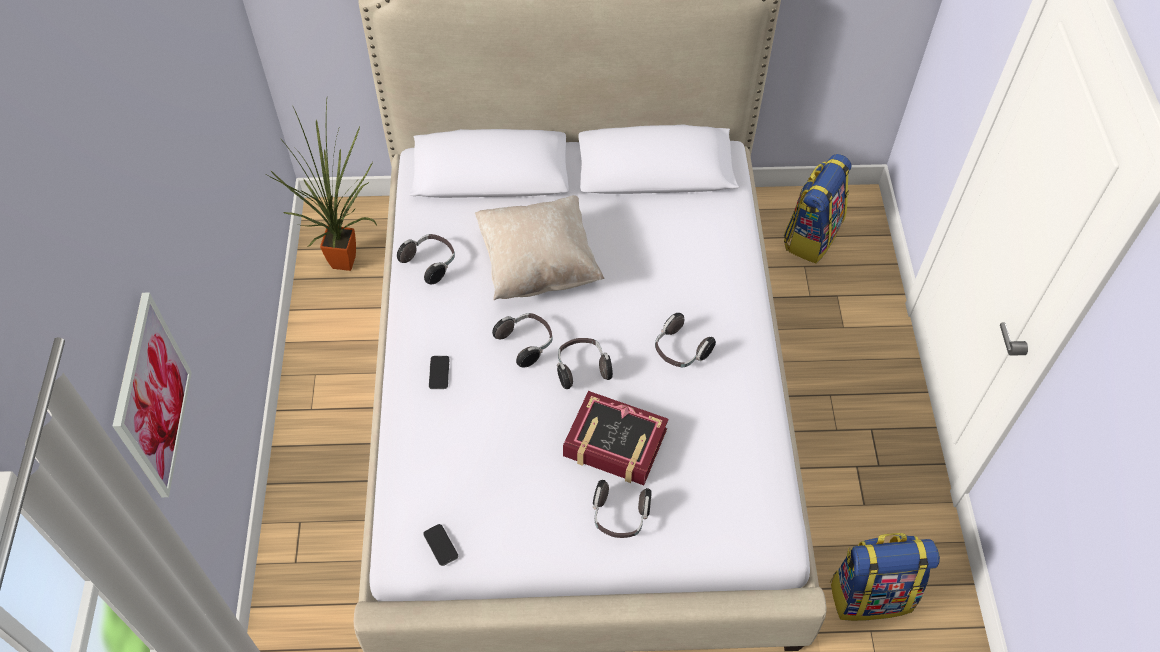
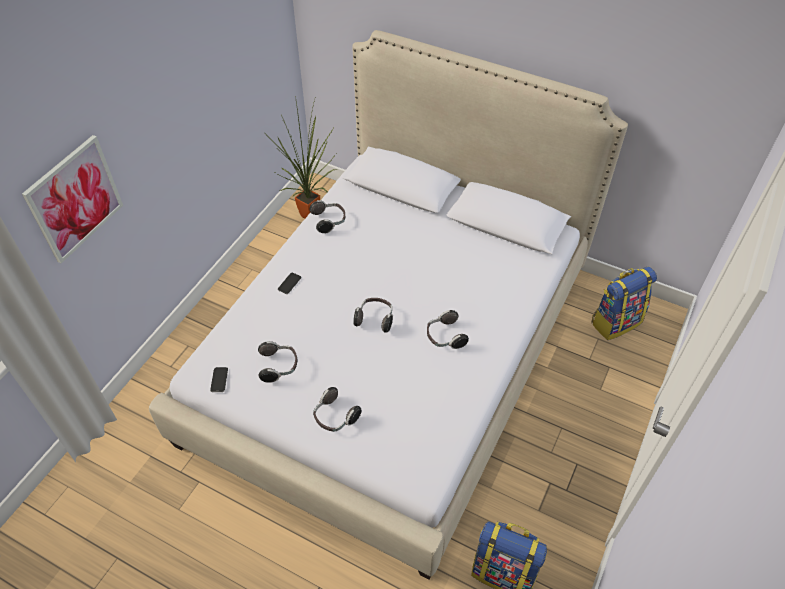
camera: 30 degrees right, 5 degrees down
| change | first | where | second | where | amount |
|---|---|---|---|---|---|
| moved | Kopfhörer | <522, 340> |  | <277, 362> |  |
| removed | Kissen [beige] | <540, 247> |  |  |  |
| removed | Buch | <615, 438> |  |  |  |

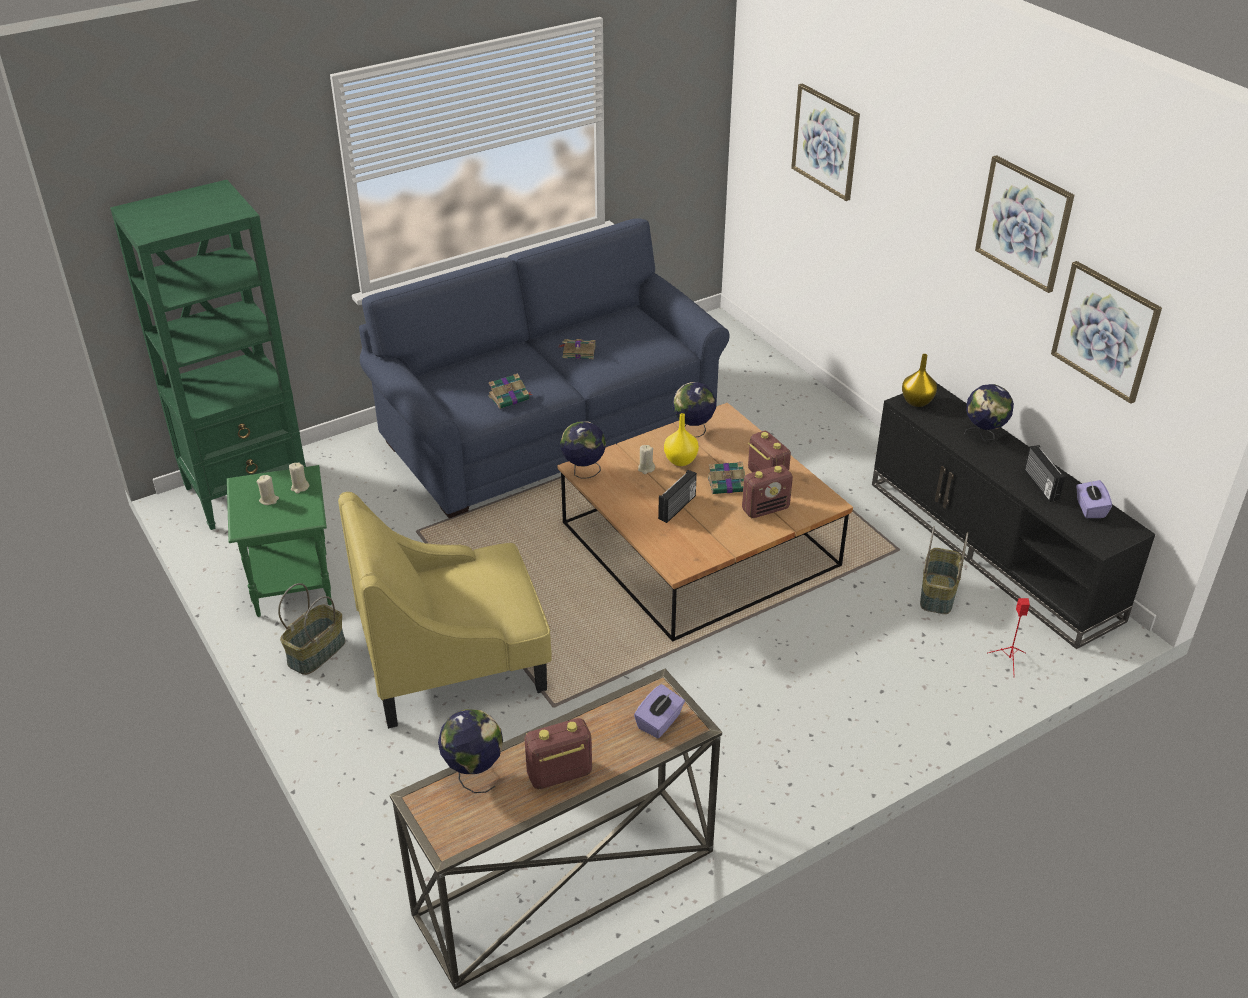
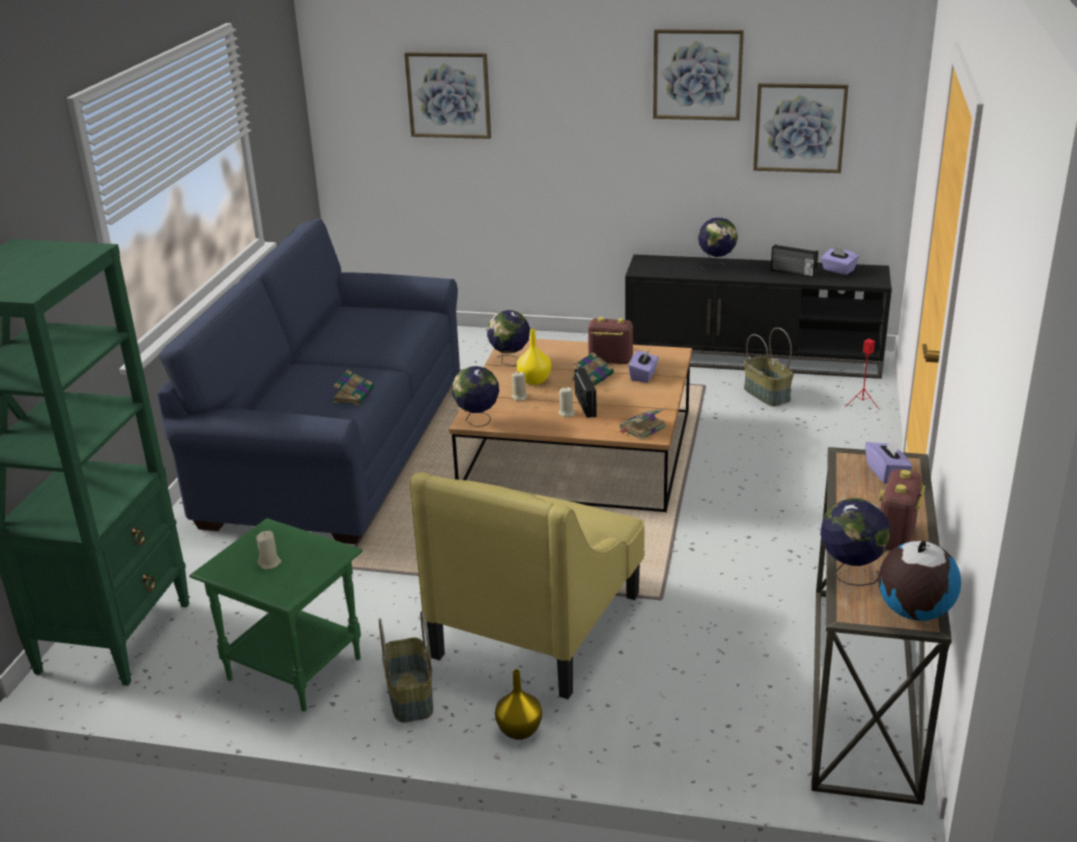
camera: 45 degrees left, 10 degrees down
| change | first | where | second | where | amount |
|---|---|---|---|---|---|
| moved | Vase [gelb] | <919, 380> |  | <518, 704> |  |
| moved | Kerze [beige] | <299, 478> |  | <566, 402> |  |
| moved | Buch | <577, 349> |  | <643, 424> |  |
| replaced | Radio | <767, 491> | Taschentuchbox [lila] | <643, 366> |  |
| added |  |  | Globus | <919, 580> |  |

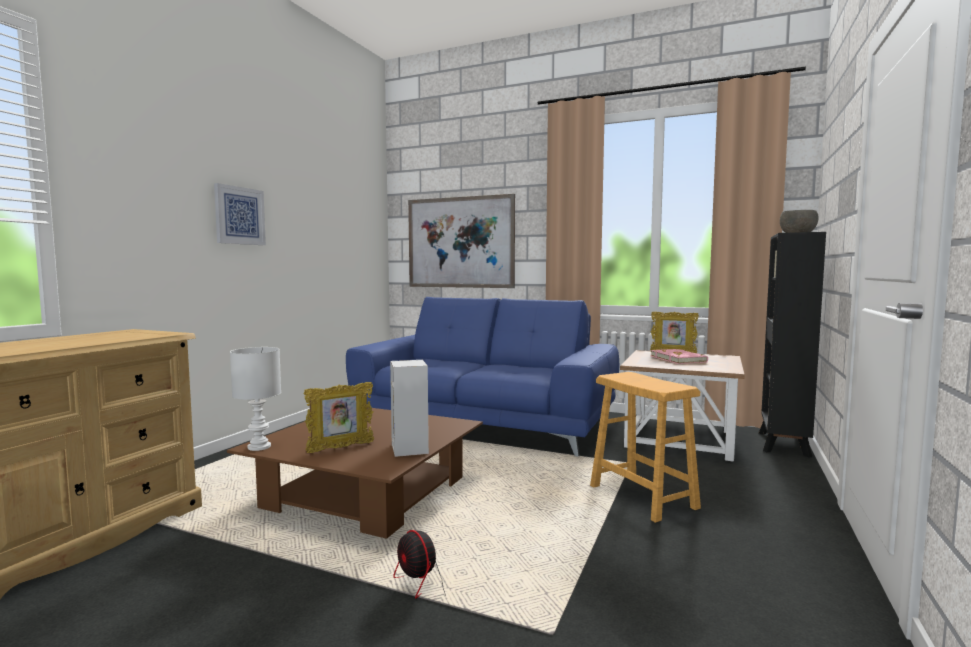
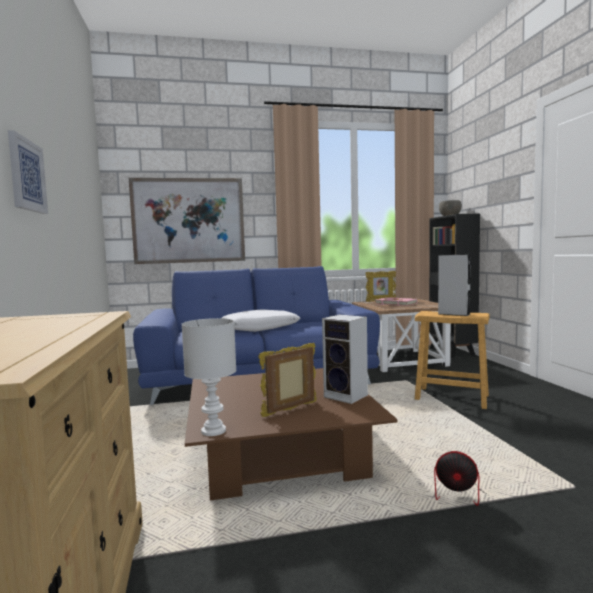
camera: 35 degrees left, 0 degrees up
| change | first | where | second | where | amount |
|---|---|---|---|---|---|
| added |  |  | Kissen [weiß] | <261, 320> |  |
| turned | Bilderrahmen | <339, 417> |  | <287, 380> | 150 degrees counterclockwise |
| added |  |  | Lautsprecher [grau] | <454, 285> |  |

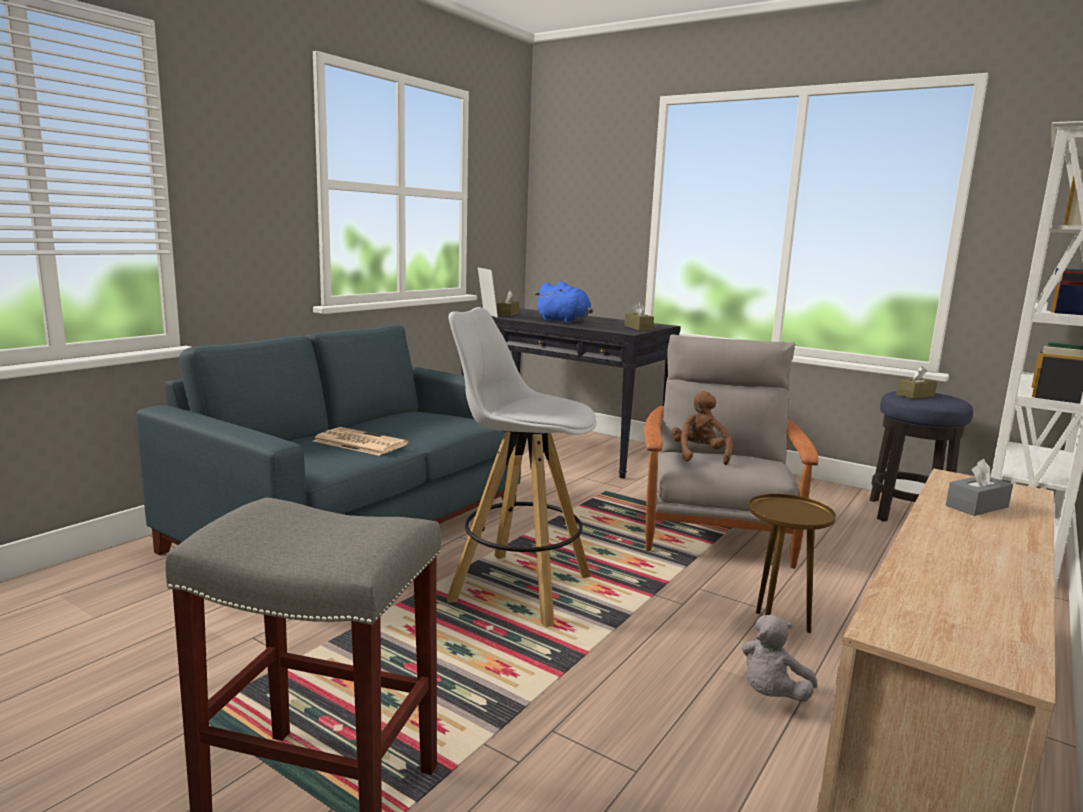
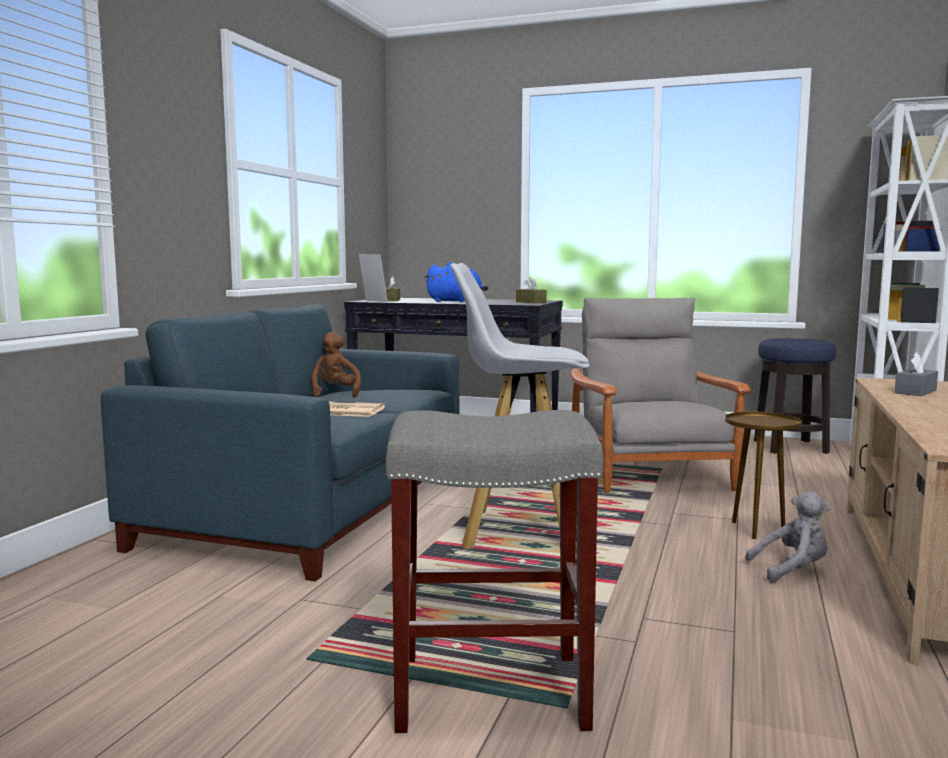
camera: 15 degrees left, 5 degrees down
| change | first | where | second | where | amount |
|---|---|---|---|---|---|
| moved | Plüschtier [braun] | <702, 428> |  | <336, 364> |  |
| turned | Plüschtier [grau] | <779, 658> |  | <788, 537> | 120 degrees counterclockwise |
| removed | Taschentuchbox [braun] | <916, 382> |  |  |  |

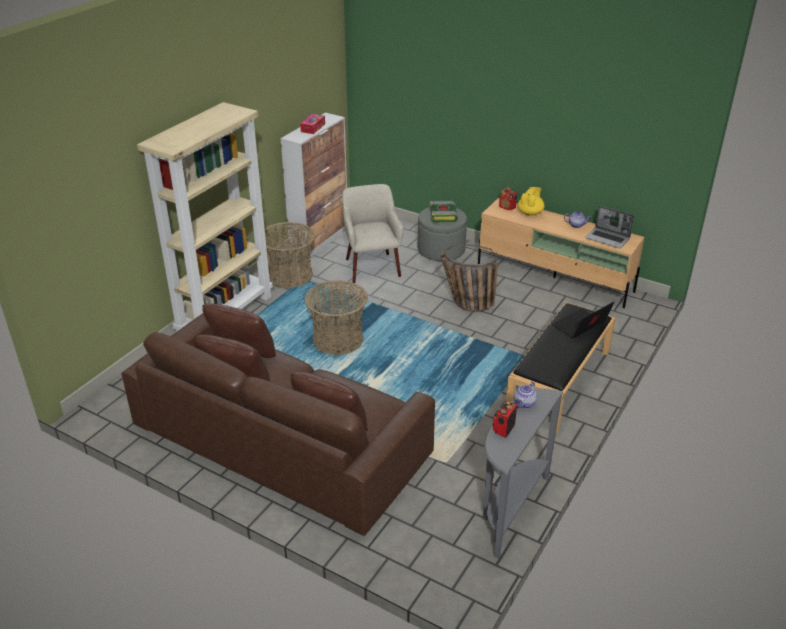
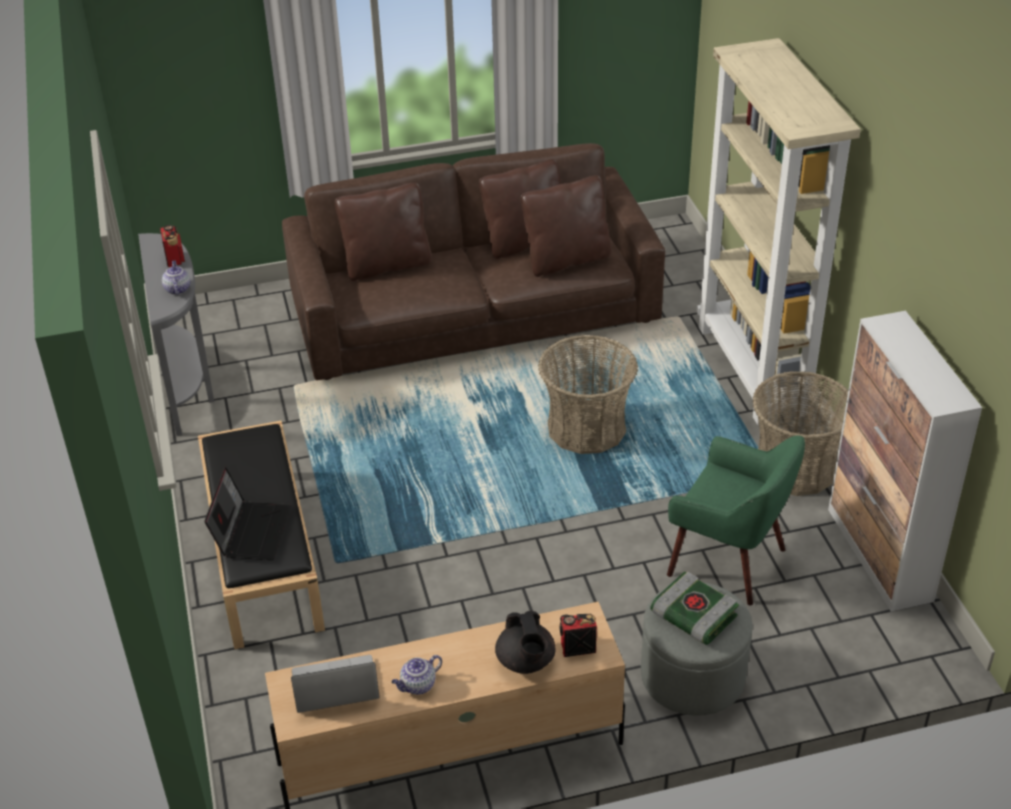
camera: 135 degrees right, 5 degrees up
| change | first | where | second | where | amount |
|---|---|---|---|---|---|
| recoloured | Teekanne [gelb] | <531, 201> | Teekanne [schwarz] | <525, 642> |  |
| recoloured | Sessel [beige] | <373, 233> | Sessel [grün] | <736, 520> |  |
| removed | Taschentuchbox | <312, 124> |  |  |  |
| removed | Korb | <469, 278> |  |  |  |

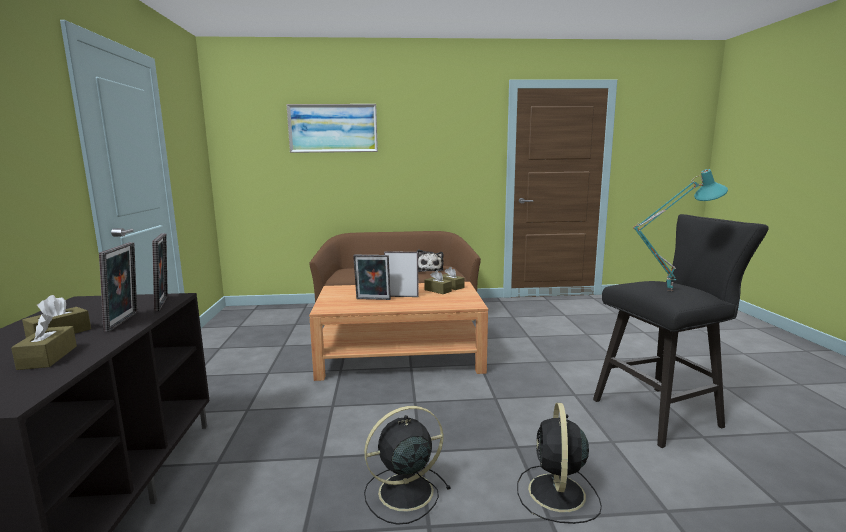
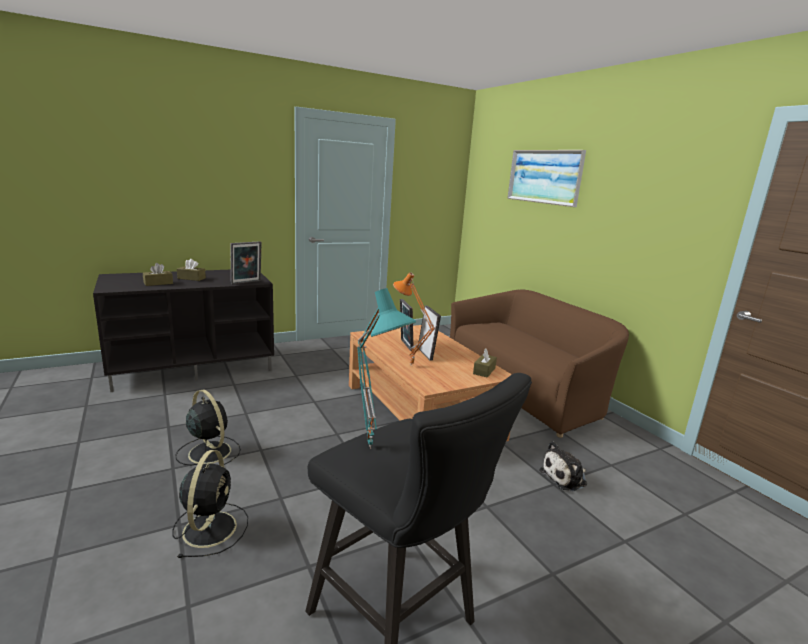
camera: 65 degrees right, 5 degrees up
| change | first | where | second | where | amount |
|---|---|---|---|---|---|
| turned | Ventilator [schwarz] | <559, 463> |  | <210, 504> | 105 degrees clockwise |
| added |  |  | Tischlampe [orange] | <414, 319> |  |
| moved | Plüschtier | <430, 260> |  | <563, 466> |  |
| removed | Bilderrahmen | <118, 287> |  |  |  |
| removed | Taschentuchbox [braun] | <438, 282> |  |  |  |

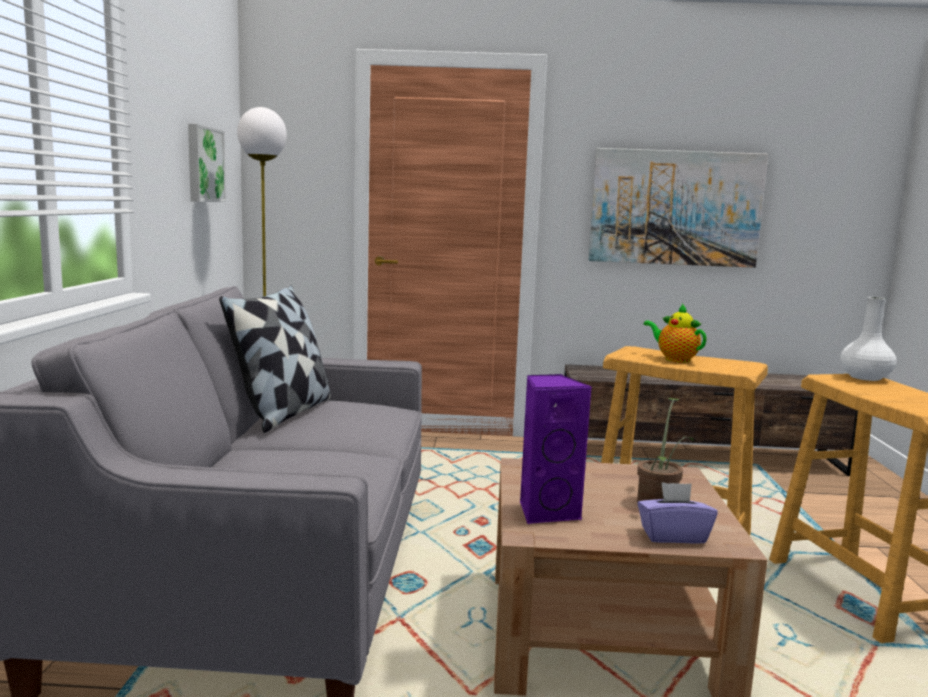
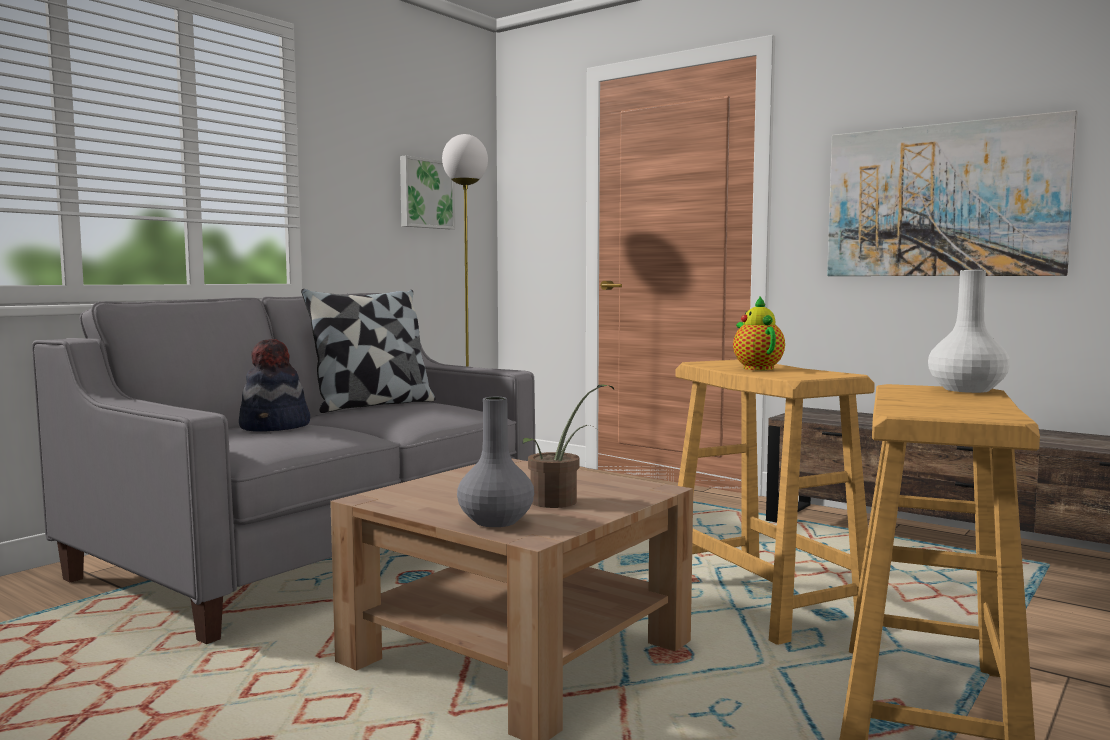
camera: 35 degrees right, 5 degrees down
| change | first | where | second | where | amount |
|---|---|---|---|---|---|
| added |  |  | Hut | <274, 385> |  |
| replaced | Taschentuchbox [lila] | <677, 513> | Vase [grau] | <495, 462> |  |
| removed | Lautsprecher [lila] | <555, 449> |  |  |  |

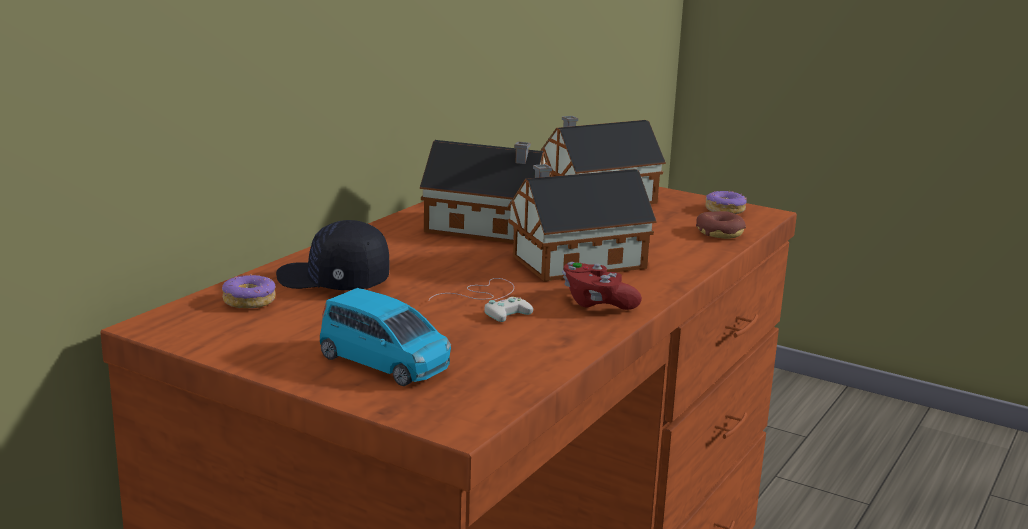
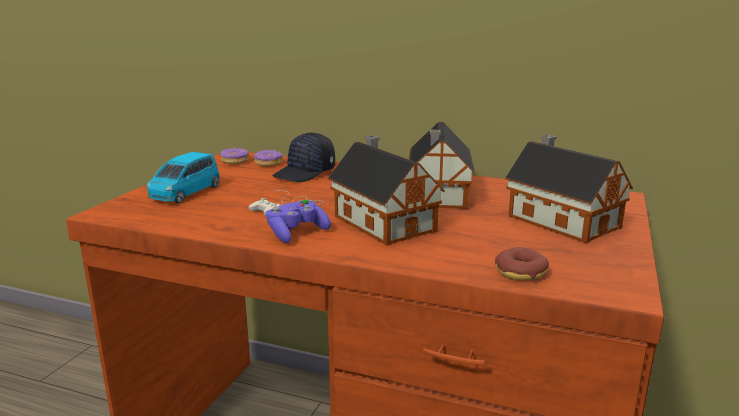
camera: 80 degrees right, 0 degrees up
| change | first | where | second | where | amount |
|---|---|---|---|---|---|
| moved | Donut | <726, 202> |  | <234, 156> |  |
| recoloured | Gamepad [rot] | <602, 286> | Gamepad [lila] | <298, 221> |  |
| turned | Kappe [schwarz] | <332, 255> |  | <303, 157> | 150 degrees counterclockwise |

